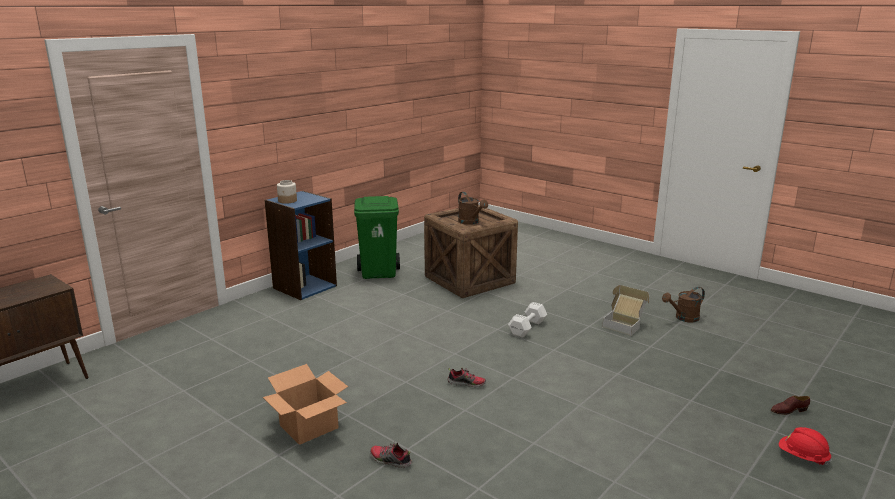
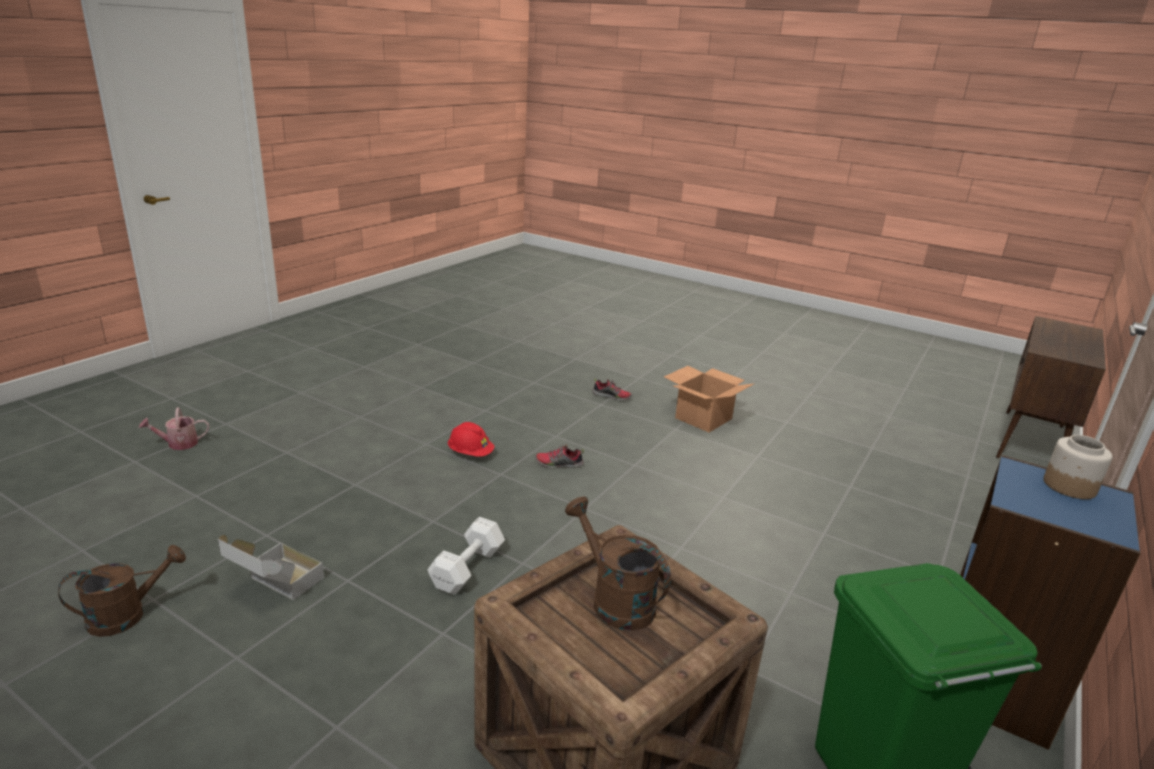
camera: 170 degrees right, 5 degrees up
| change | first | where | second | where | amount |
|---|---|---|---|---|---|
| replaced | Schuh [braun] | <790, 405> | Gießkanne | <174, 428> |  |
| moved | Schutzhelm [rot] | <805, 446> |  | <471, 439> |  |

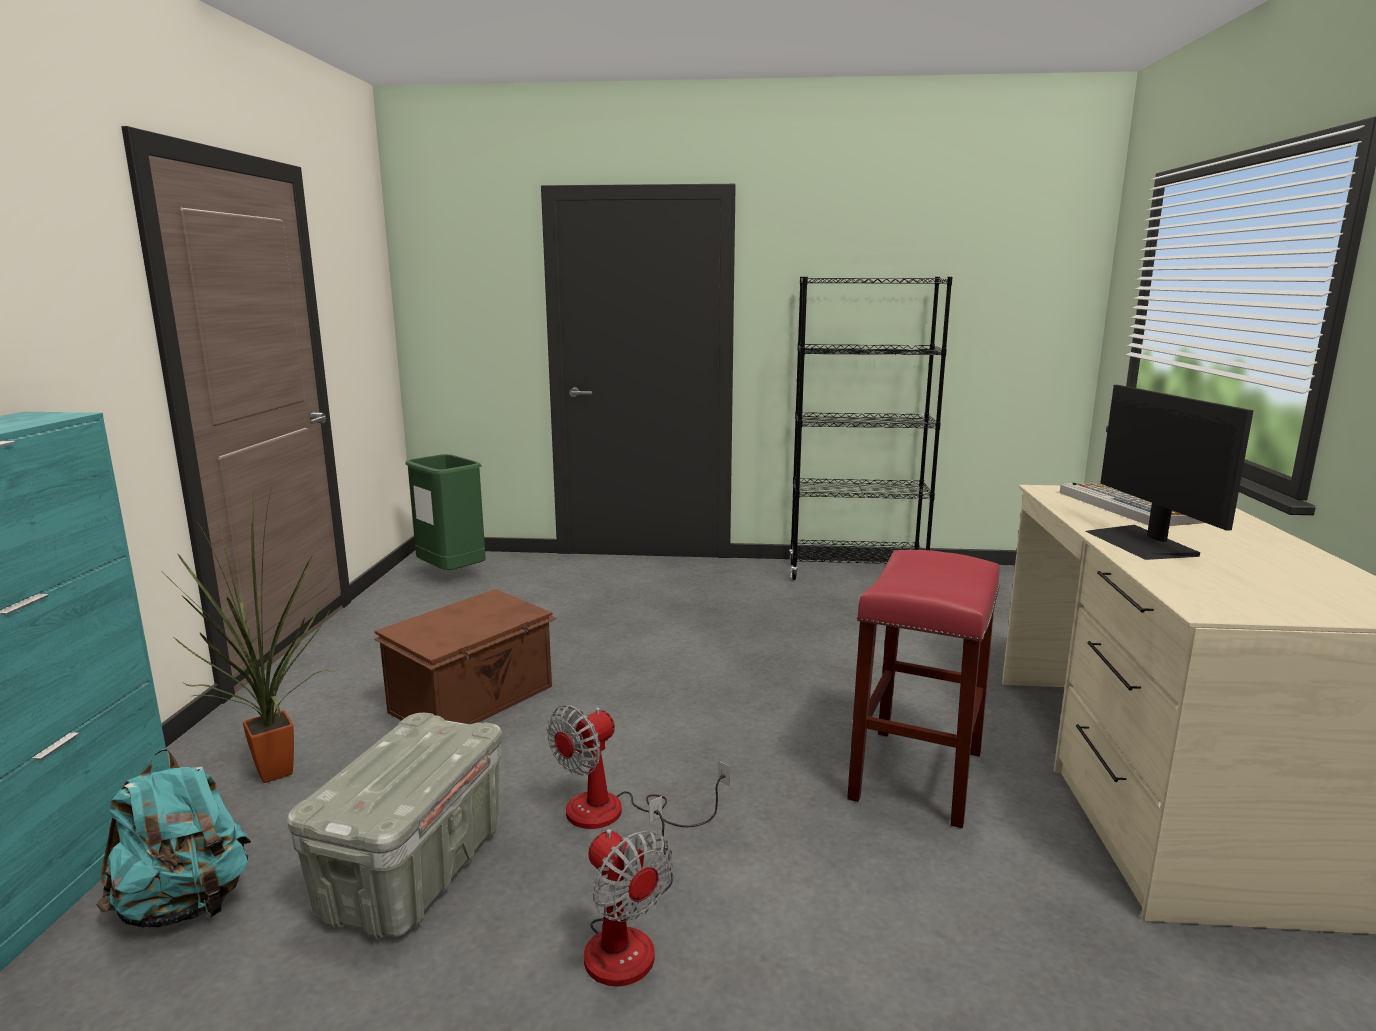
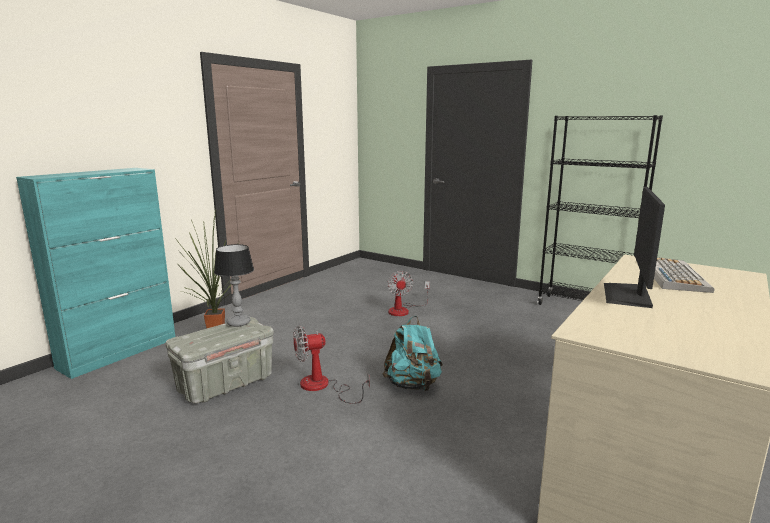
camera: 30 degrees right, 0 degrees up
| change | first | where | second | where | amount |
|---|---|---|---|---|---|
| added |  |  | Tischlampe | <234, 285> |  |
| moved | Rucksack [türkis] | <173, 838> |  | <412, 353> |  |
| moved | Ventilator | <628, 891> |  | <408, 293> |  |
| removed | Aufbewahrungsbox [braun] | <465, 656> |  |  |  |
| removed | Mülleimer [grün] | <445, 512> |  |  |  |
| removed | Hocker [rot] | <923, 689> |  |  |  |

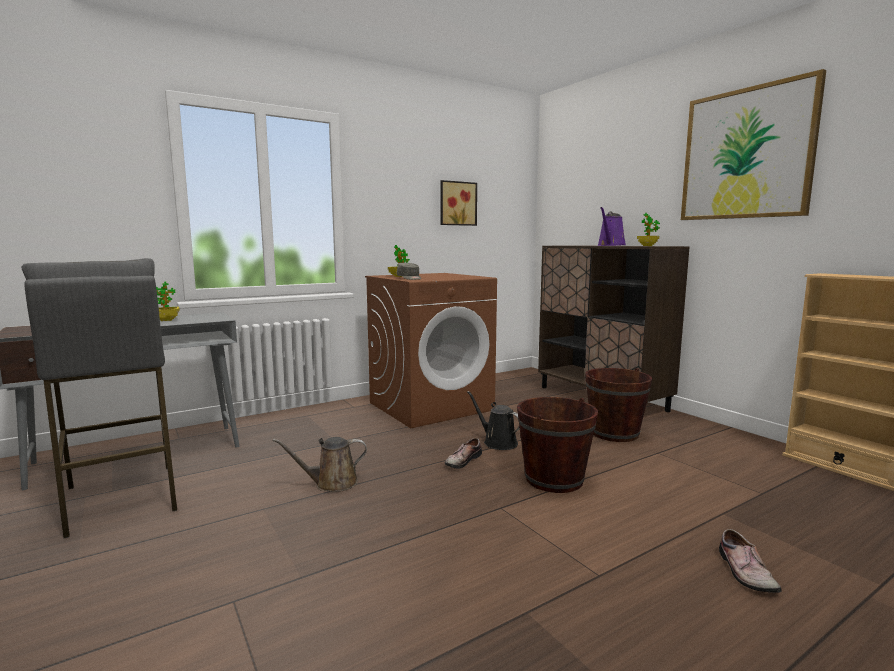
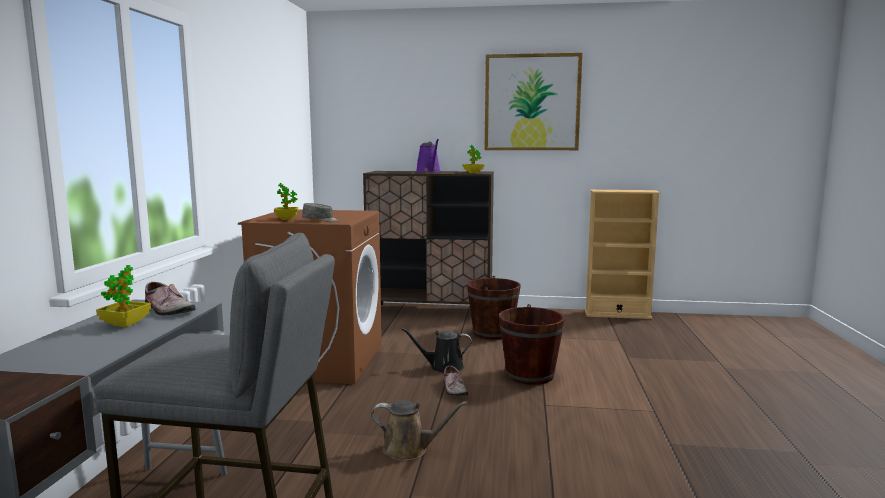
camera: 50 degrees left, 0 degrees up
| change | first | where | second | where | amount |
|---|---|---|---|---|---|
| moved | Schuh | <750, 561> |  | <170, 298> |  |
| turned | Gießkanne [braun] | <320, 464> |  | <419, 430> | 105 degrees counterclockwise |
| removed | Bild | <458, 203> |  |  |  |

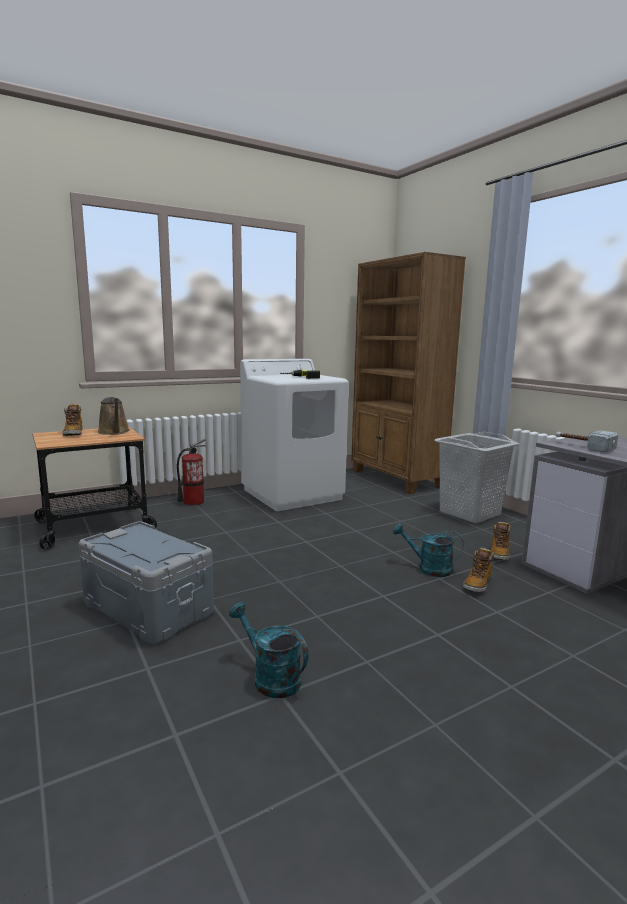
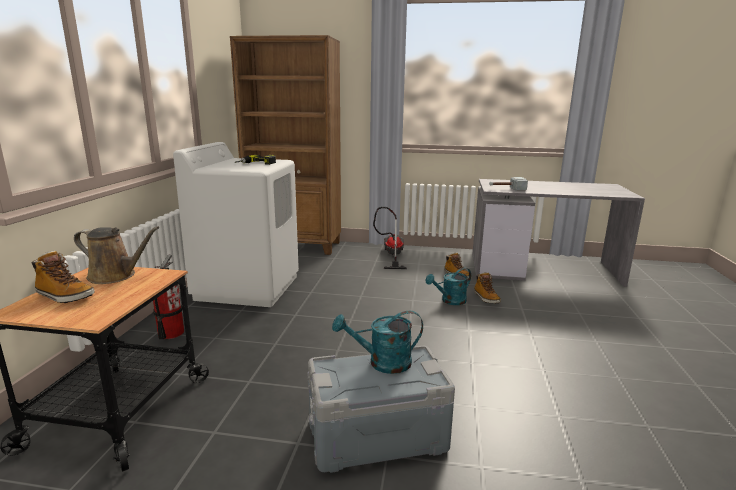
camera: 50 degrees left, 5 degrees up
| change | first | where | second | where | amount |
|---|---|---|---|---|---|
| moved | Gießkanne [türkis] | <268, 650> |  | <377, 342> |  |
| replaced | Wäschekorb [grau] | <476, 477> | Staubsauger | <390, 238> |  |

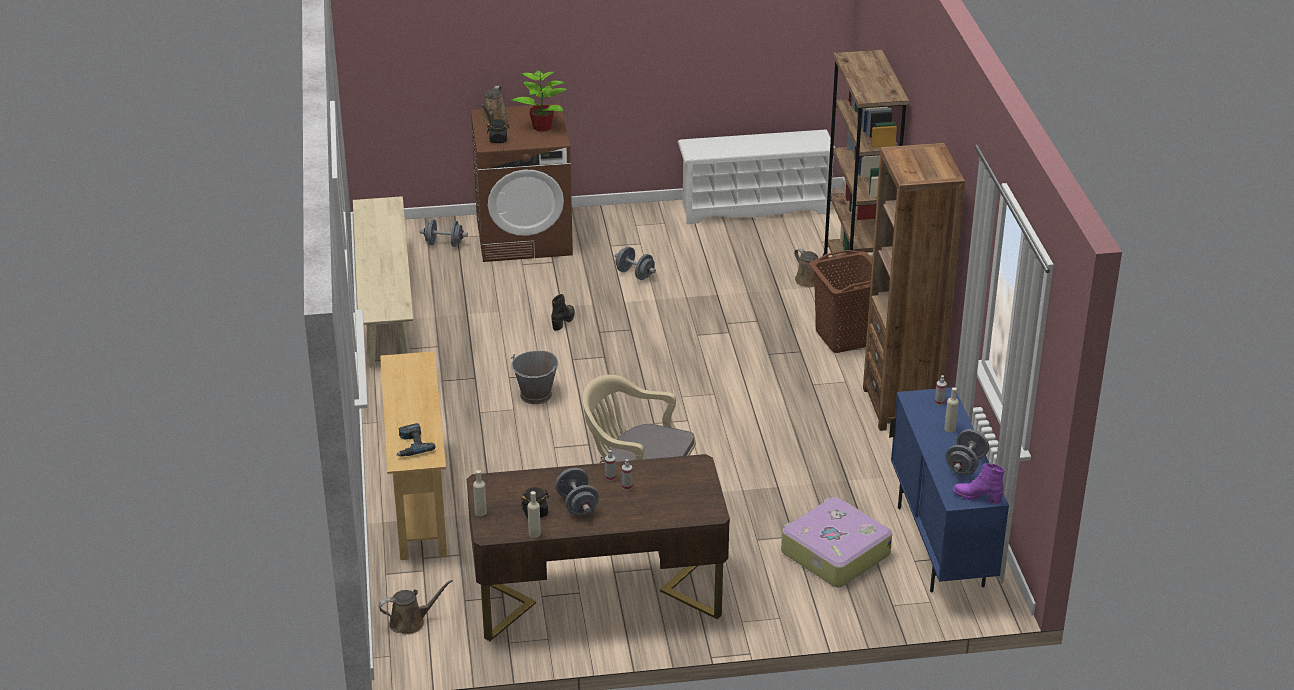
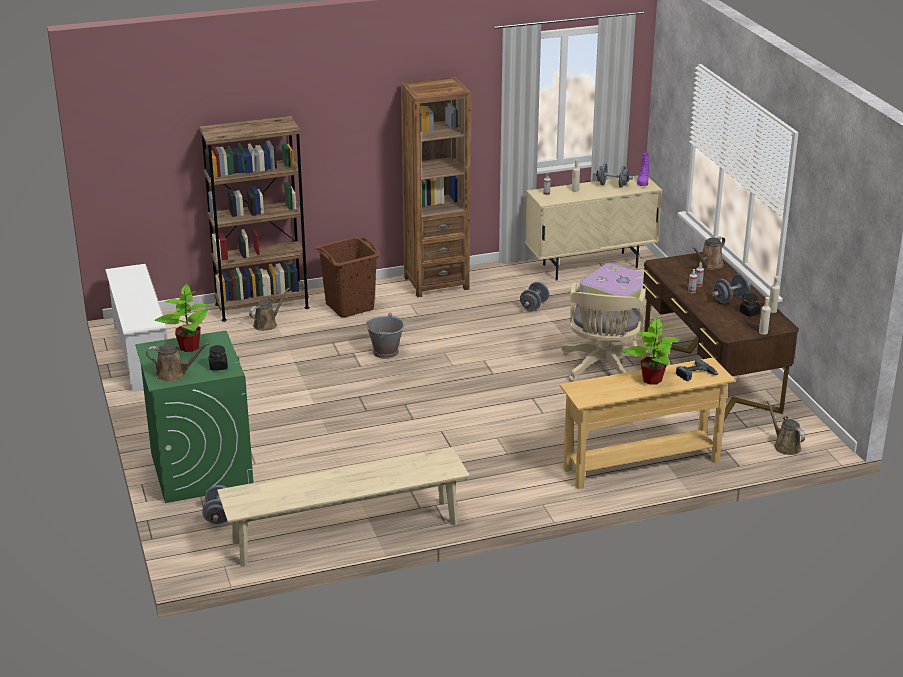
camera: 100 degrees left, 5 degrees down
| change | first | where | second | where | amount |
|---|---|---|---|---|---|
| recoloured | Waschmaschine [braun] | <522, 183> | Waschmaschine [grün] | <194, 417> |  |
| moved | Eimer [grau] | <534, 377> |  | <385, 336> |  |
| moved | Hantel [grau] | <635, 263> |  | <534, 296> |  |
| recoloured | Schrank [blau] | <949, 490> | Schrank [beige] | <593, 228> |  |
| added |  |  | Topfpflanze | <651, 351> |  |
| added |  |  | Gießkanne [braun] | <708, 253> |  |
| removed | Stiefel [schwarz] | <562, 312> |  |  |  |

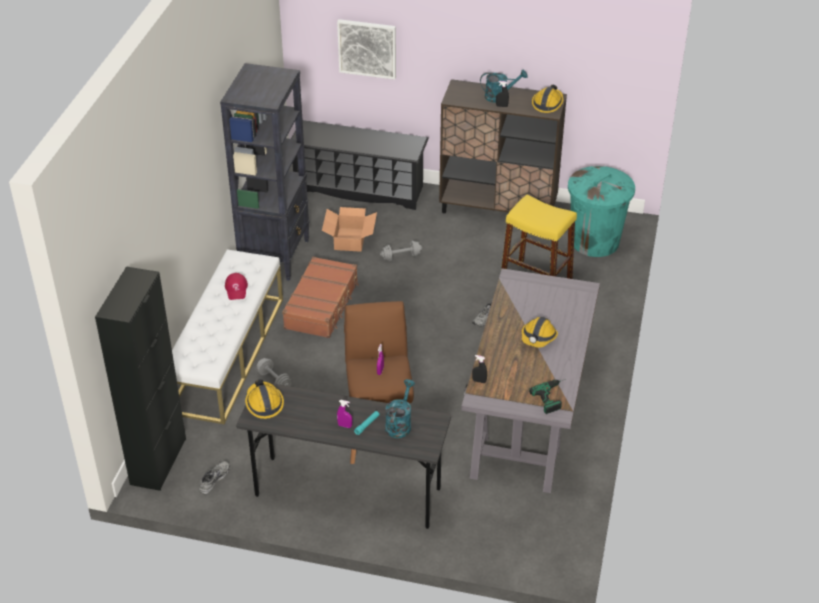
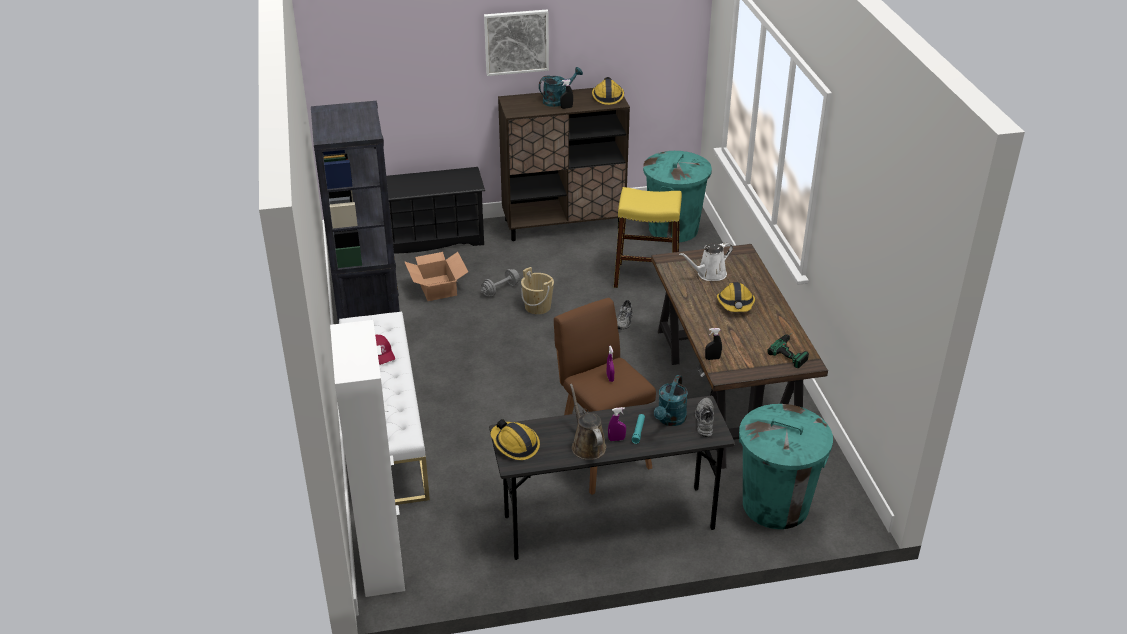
camera: 25 degrees left, 5 degrees down
| change | first | where | second | where | amount |
|---|---|---|---|---|---|
| recoloured | Schrank [schwarz] | <140, 379> | Schrank [weiß] | <367, 458> |  |
| moved | Bild | <366, 49> |  | <516, 43> |  |
| added |  |  | Eimer [beige] | <537, 291> |  |
| added |  |  | Gießkanne [braun] | <588, 422> |  |
| recoloured | Schreibtisch [grau] | <530, 380> | Schreibtisch [braun] | <739, 356> |  |
| turned | Gießkanne [türkis] | <400, 408> |  | <671, 400> | 150 degrees counterclockwise |
| added |  |  | Gießkanne [weiß] | <706, 261> |  |
| moved | Schuh [grau] | <214, 477> |  | <704, 417> |  |
| added |  |  | Mülleimer [türkis] | <786, 466> |  |
| removed | Hantel [grau] | <274, 372> |  |  |  |
| removed | Koffer [braun] | <320, 297> |  |  |  |

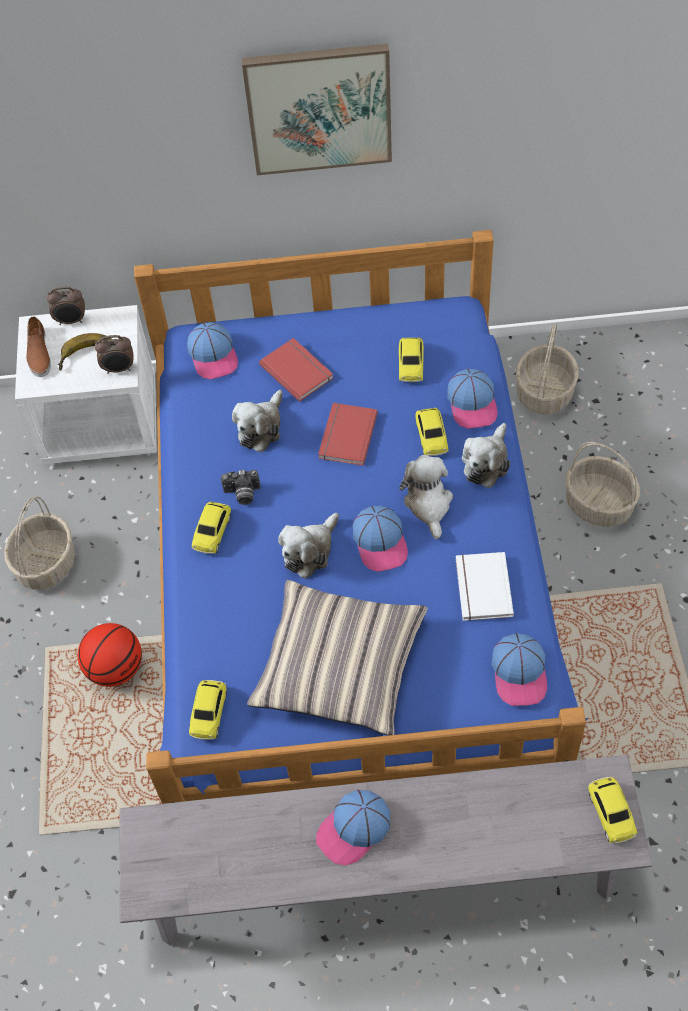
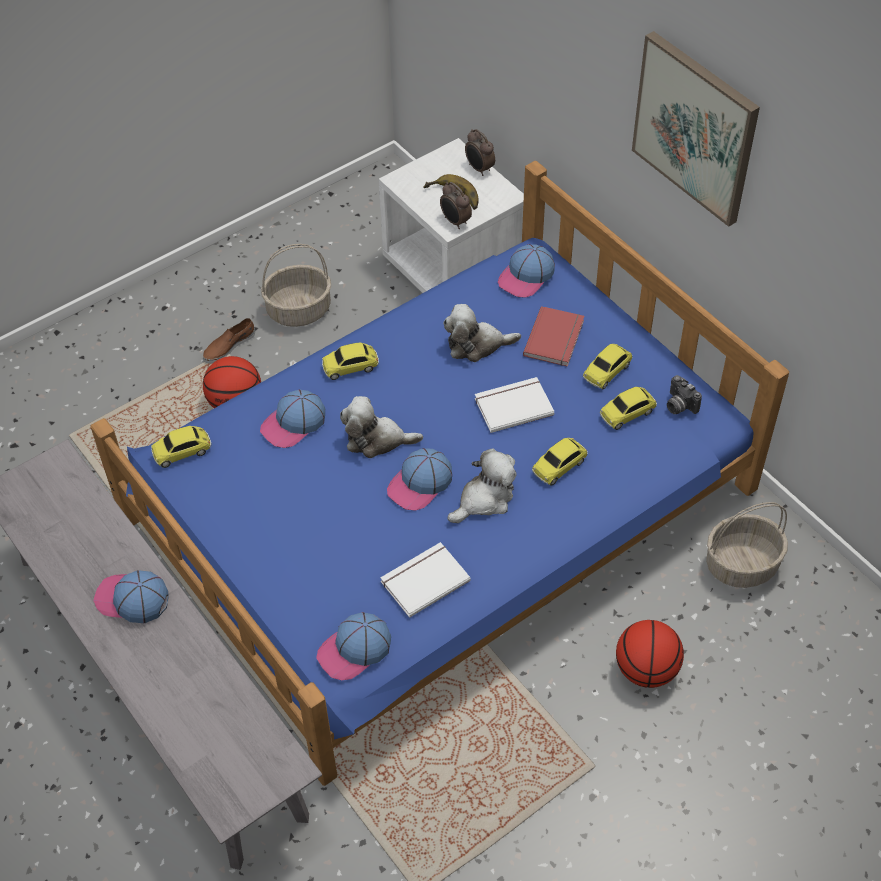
camera: 55 degrees right, 5 degrees down
| change | first | where | second | where | amount |
|---|---|---|---|---|---|
| moved | Schuh [braun] | <38, 346> |  | <229, 340> |  |
| moved | Kappe | <472, 399> |  | <292, 419> |  |
| recoloured | Buch [rot] | <348, 434> | Buch [weiß] | <514, 405> |  |
| moved | Spielzeugauto | <612, 810> |  | <607, 367> |  |
| replaced | Korb | <603, 484> | Basketball | <650, 654> |  |
| moved | Kamera | <241, 487> |  | <684, 394> |  |
| removed | Kissen | <337, 658> |  |  |  |
| removed | Plüschtier | <486, 455> |  |  |  |

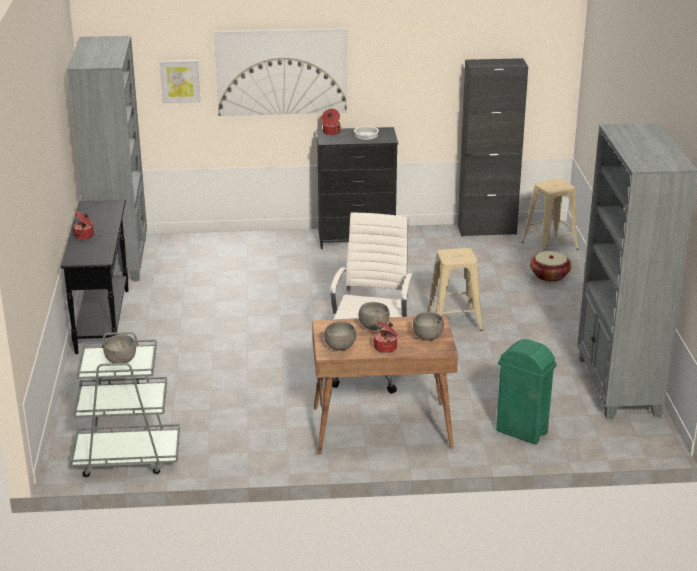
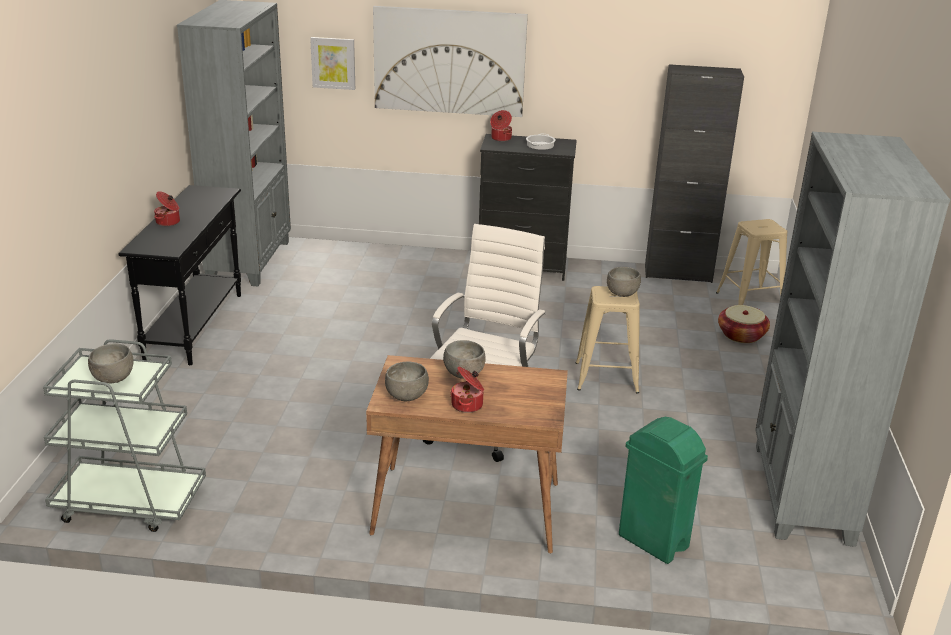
camera: 10 degrees right, 0 degrees up
| change | first | where | second | where | amount |
|---|---|---|---|---|---|
| moved | Schüssel [grau] | <428, 326> |  | <624, 282> |  |

